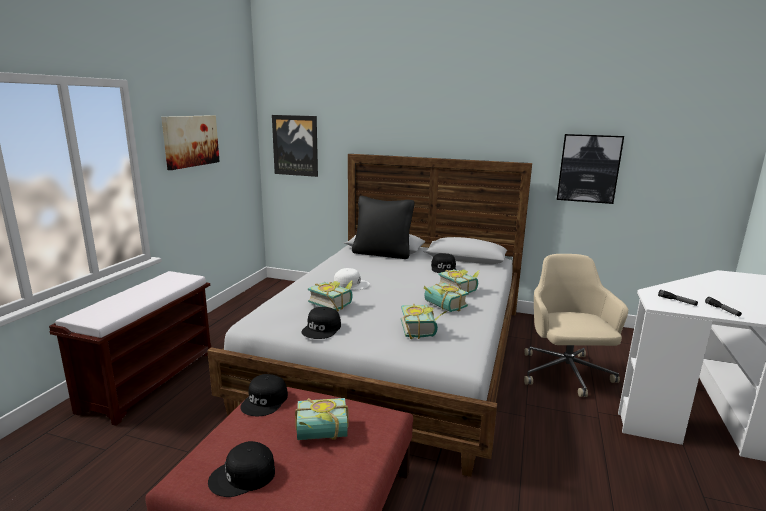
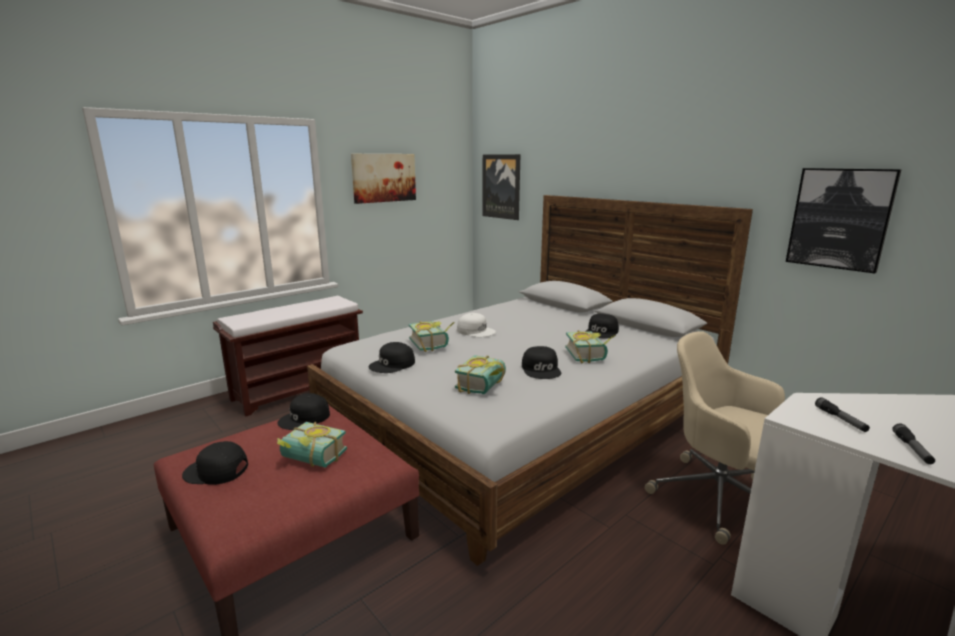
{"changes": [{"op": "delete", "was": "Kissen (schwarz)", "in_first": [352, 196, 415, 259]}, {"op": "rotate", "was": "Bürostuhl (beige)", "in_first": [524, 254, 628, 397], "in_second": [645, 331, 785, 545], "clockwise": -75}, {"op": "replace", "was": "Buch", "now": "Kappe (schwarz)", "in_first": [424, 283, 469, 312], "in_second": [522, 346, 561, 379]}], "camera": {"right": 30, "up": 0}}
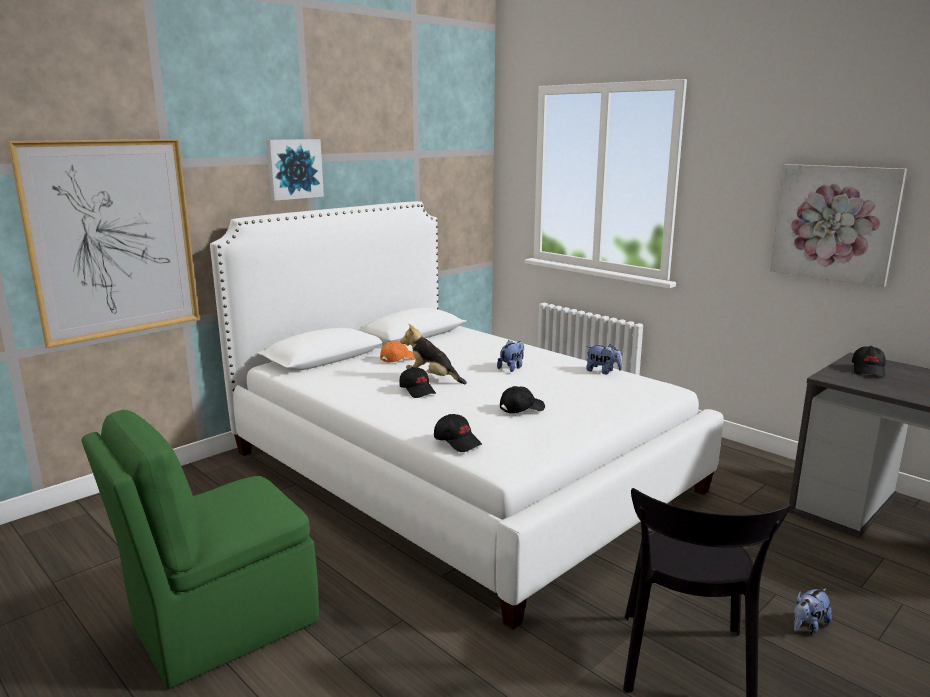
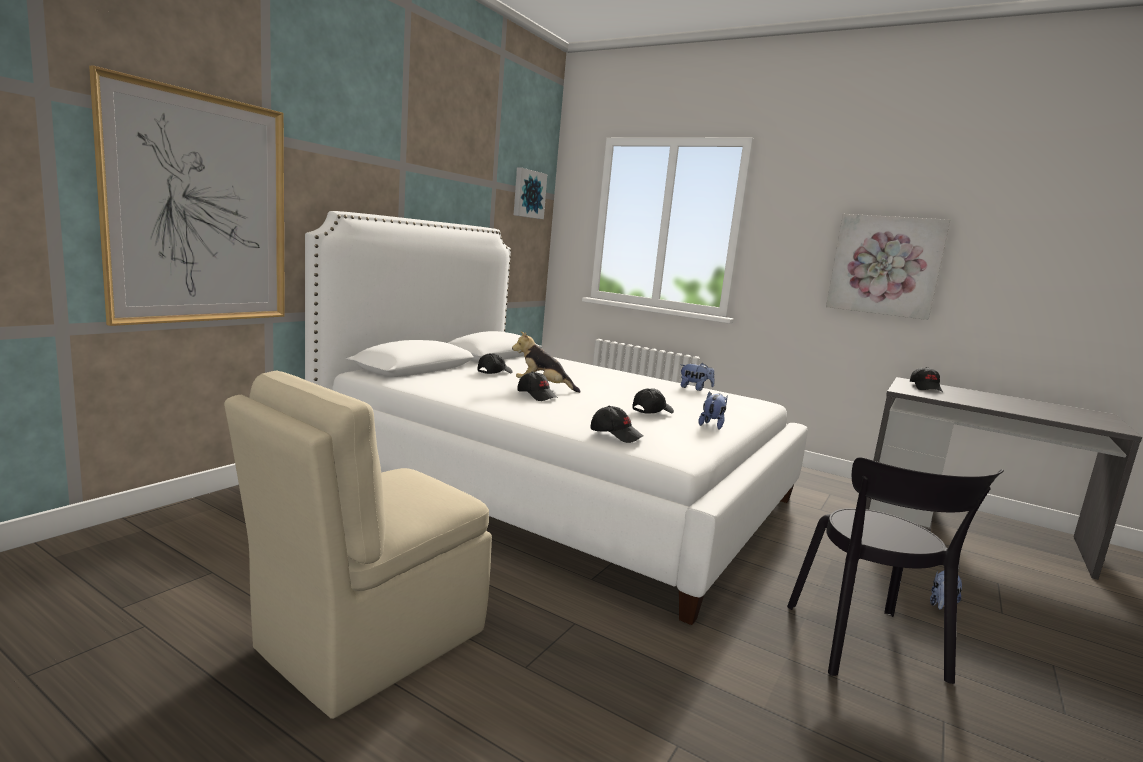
{"changes": [{"op": "move", "was": "Bild", "in_first": [266, 139, 324, 201], "in_second": [514, 167, 547, 219]}, {"op": "move", "was": "Plüschtier", "in_first": [497, 340, 524, 372], "in_second": [698, 391, 728, 429]}, {"op": "recolor", "was": "Kappe (orange)", "now": "Kappe (schwarz)", "in_first": [380, 341, 415, 362], "in_second": [478, 353, 513, 374]}, {"op": "recolor", "was": "Stuhl (grün)", "now": "Stuhl (beige)", "in_first": [82, 410, 319, 689], "in_second": [224, 371, 492, 719]}], "camera": {"right": -15, "up": -5}}
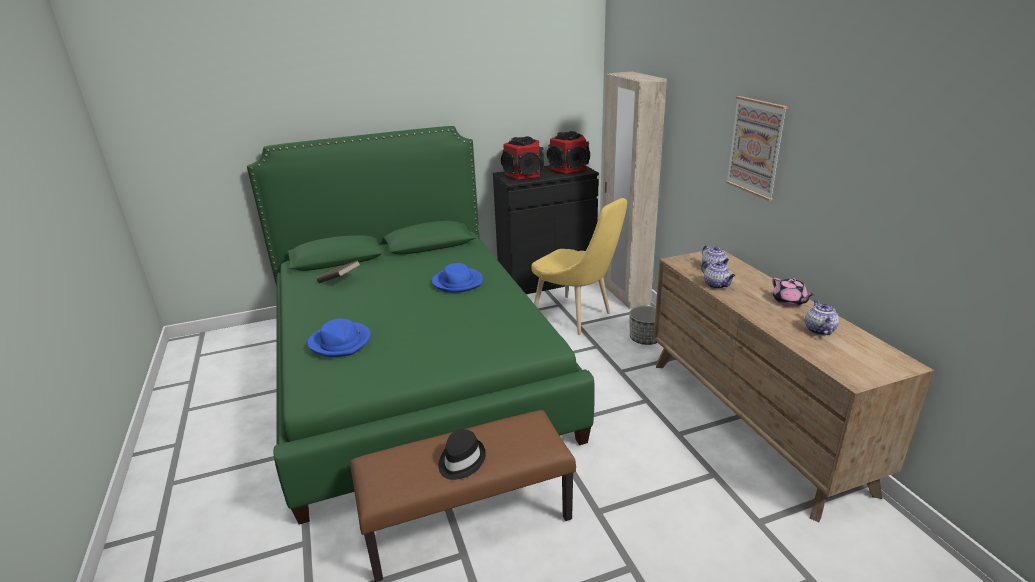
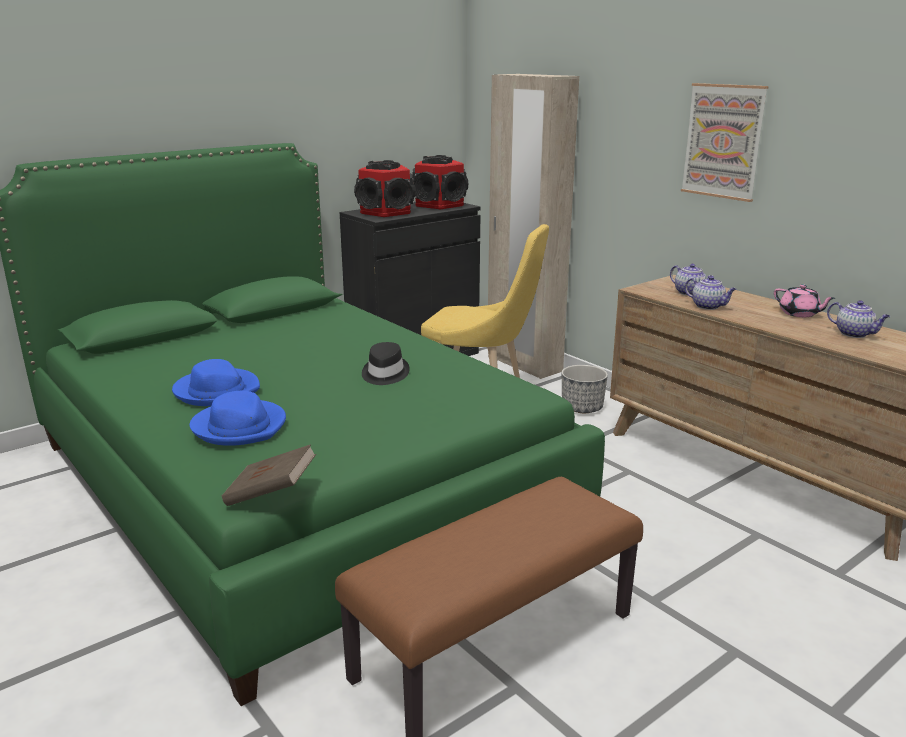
{"changes": [{"op": "move", "was": "Buch (braun)", "in_first": [317, 260, 360, 283], "in_second": [222, 444, 316, 506]}, {"op": "move", "was": "Hut (blau)", "in_first": [432, 263, 483, 293], "in_second": [172, 359, 260, 406]}, {"op": "rotate", "was": "Teekanne", "in_first": [805, 300, 839, 335], "in_second": [827, 300, 890, 338], "clockwise": 150}, {"op": "move", "was": "Hut (schwarz)", "in_first": [438, 429, 486, 480], "in_second": [362, 342, 410, 385]}], "camera": {"right": -20, "up": -5}}
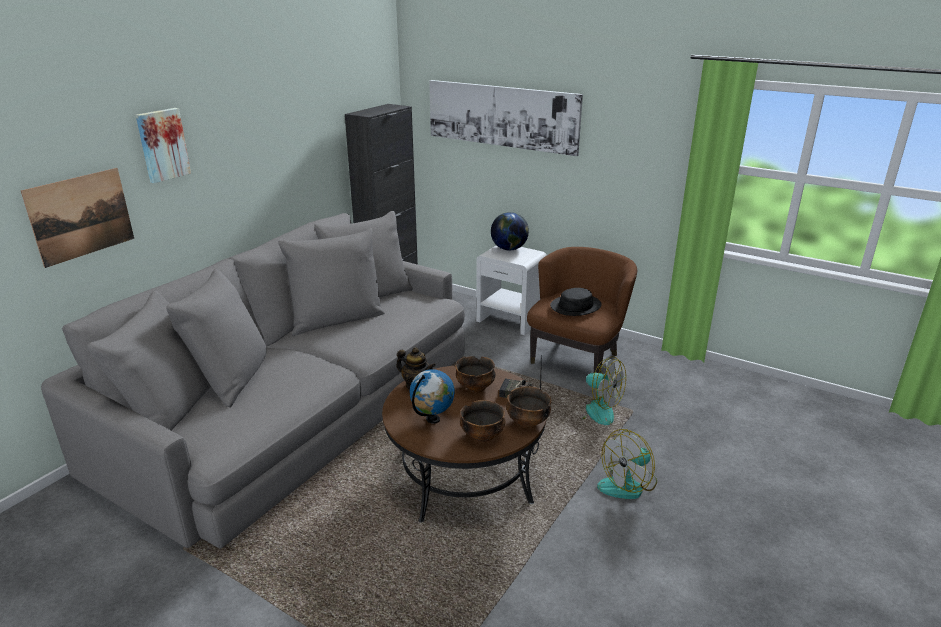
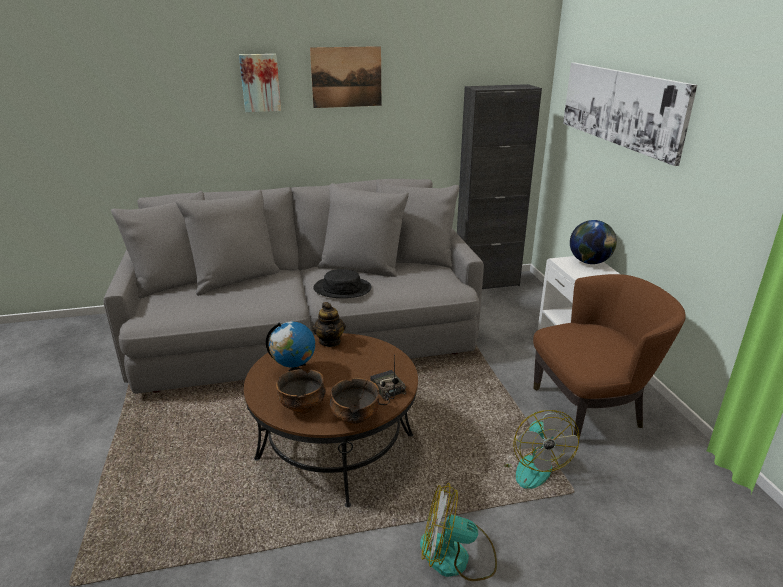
{"changes": [{"op": "move", "was": "Bild", "in_first": [21, 168, 134, 268], "in_second": [310, 46, 381, 108]}, {"op": "move", "was": "Hut (schwarz)", "in_first": [550, 288, 602, 316], "in_second": [313, 269, 371, 298]}, {"op": "delete", "was": "Schüssel", "in_first": [455, 356, 496, 392]}], "camera": {"right": 45, "up": 0}}
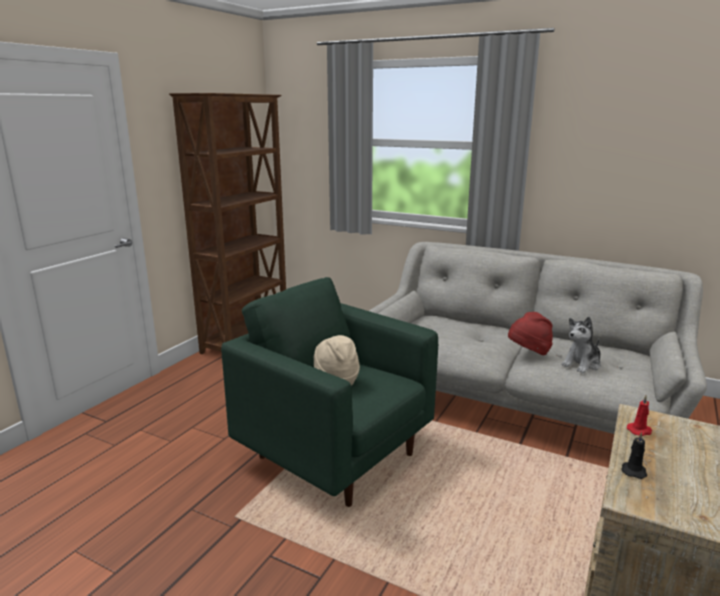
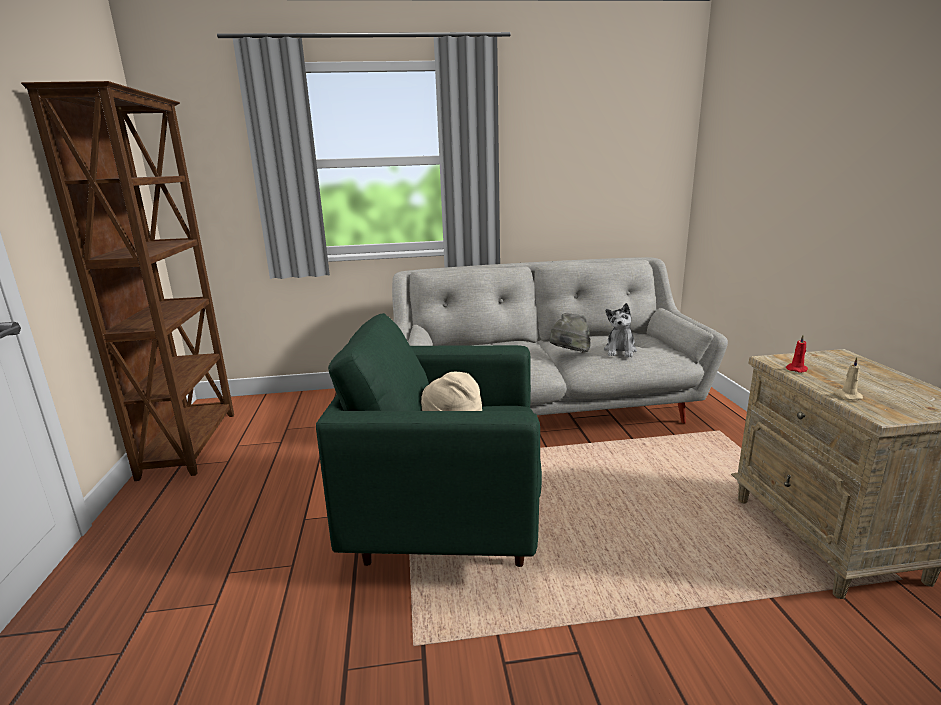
{"changes": [{"op": "recolor", "was": "Hut (rot)", "now": "Hut (grau)", "in_first": [508, 312, 553, 355], "in_second": [550, 313, 591, 352]}, {"op": "recolor", "was": "Kerze (schwarz)", "now": "Kerze (beige)", "in_first": [621, 432, 647, 479], "in_second": [835, 357, 863, 400]}], "camera": {"right": -35, "up": 0}}
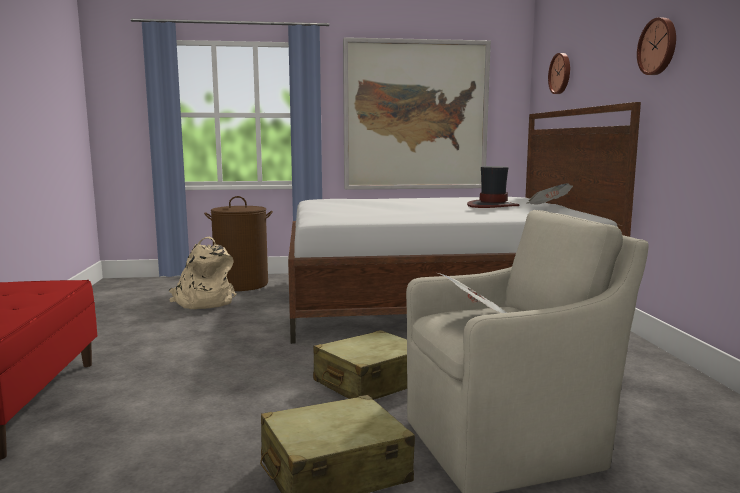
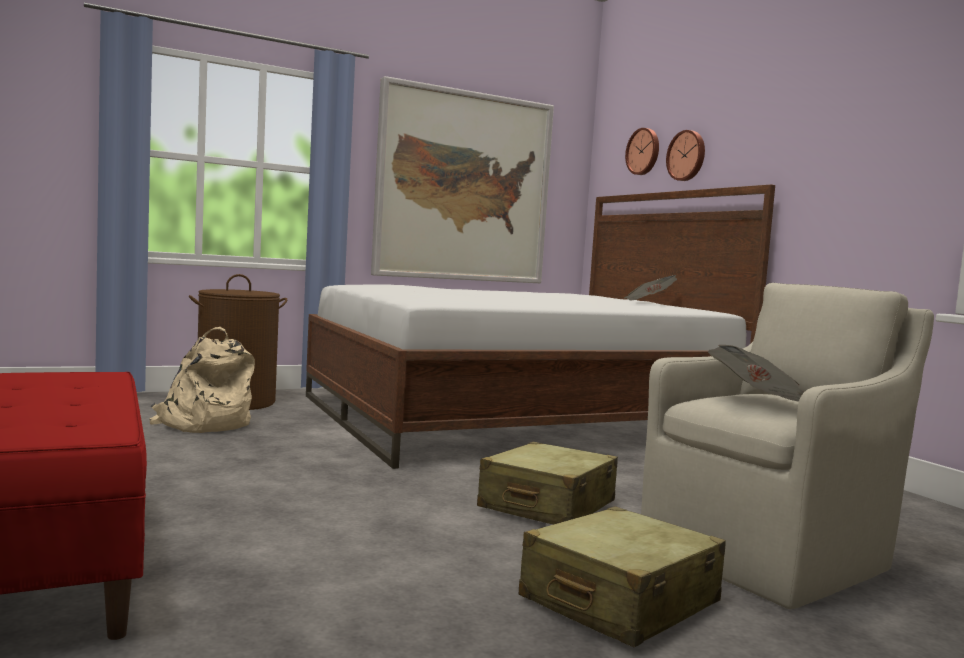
{"changes": [{"op": "move", "was": "Wanduhr", "in_first": [637, 17, 676, 75], "in_second": [666, 130, 705, 181]}, {"op": "delete", "was": "Hut", "in_first": [467, 166, 519, 208]}], "camera": {"right": -20, "up": -5}}
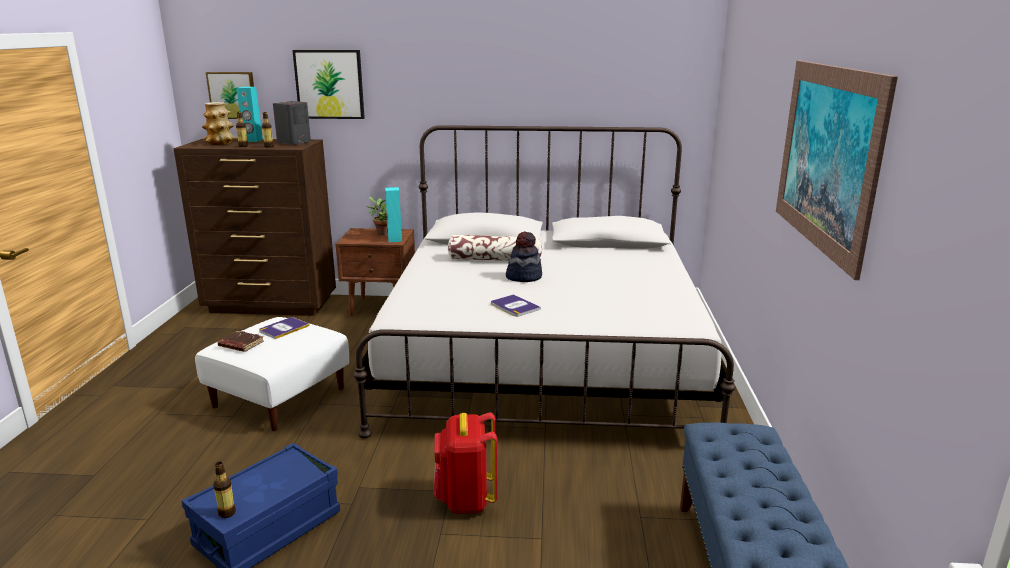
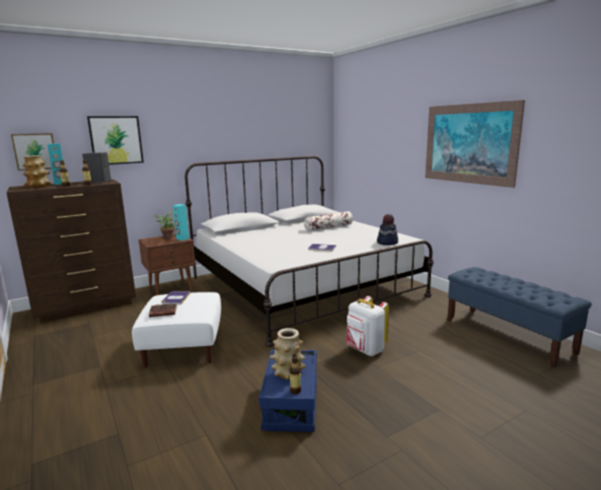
{"changes": [{"op": "move", "was": "Hut", "in_first": [506, 232, 542, 282], "in_second": [377, 214, 398, 245]}, {"op": "move", "was": "Kissen", "in_first": [448, 234, 542, 261], "in_second": [304, 211, 353, 231]}, {"op": "recolor", "was": "Rucksack (rot)", "now": "Rucksack (weiß)", "in_first": [433, 412, 498, 514], "in_second": [346, 296, 389, 356]}, {"op": "insert", "now": "Vase", "in_second": [270, 328, 306, 380]}], "camera": {"right": -35, "up": -5}}
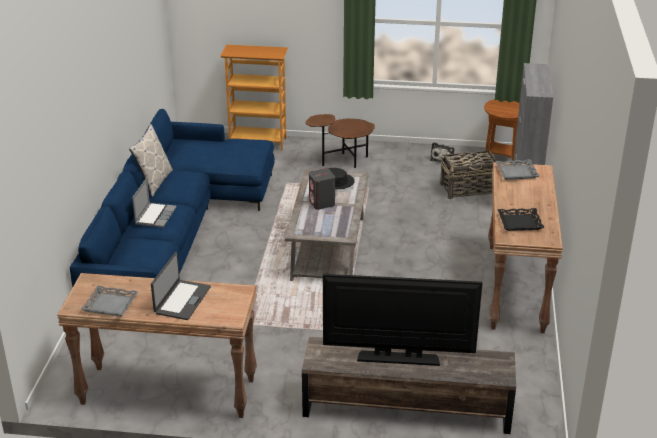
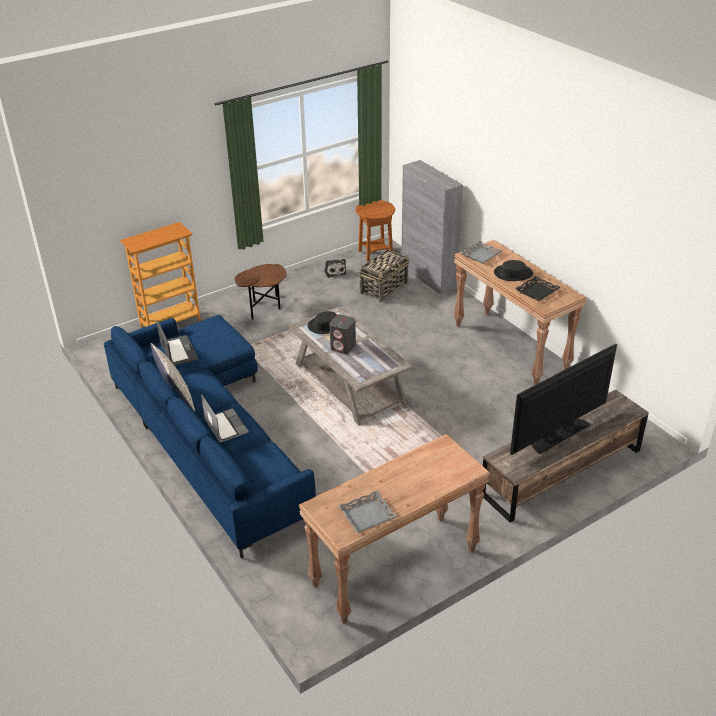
{"changes": [{"op": "move", "was": "Laptop", "in_first": [151, 252, 211, 320], "in_second": [156, 320, 198, 366]}, {"op": "insert", "now": "Hut (schwarz)", "in_second": [494, 260, 533, 281]}], "camera": {"right": -40, "up": 5}}
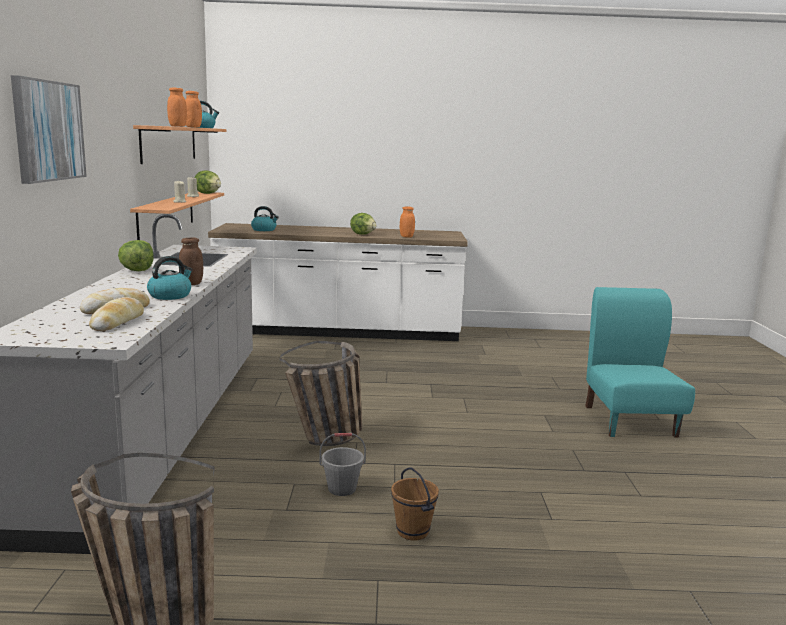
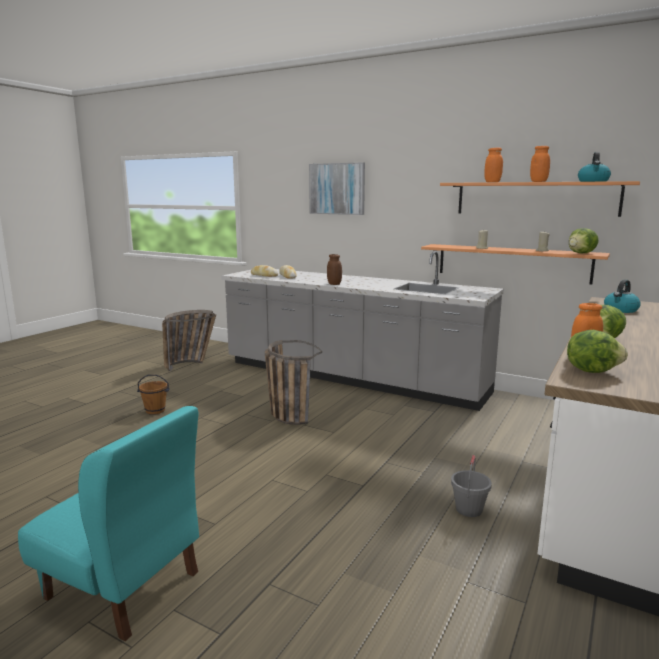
{"changes": [{"op": "move", "was": "Salatkopf", "in_first": [118, 240, 154, 271], "in_second": [567, 330, 628, 373]}, {"op": "delete", "was": "Wasserkessel", "in_first": [147, 256, 193, 300]}, {"op": "move", "was": "Eimer (grau)", "in_first": [319, 433, 366, 496], "in_second": [451, 455, 492, 517]}], "camera": {"right": 120, "up": 0}}
